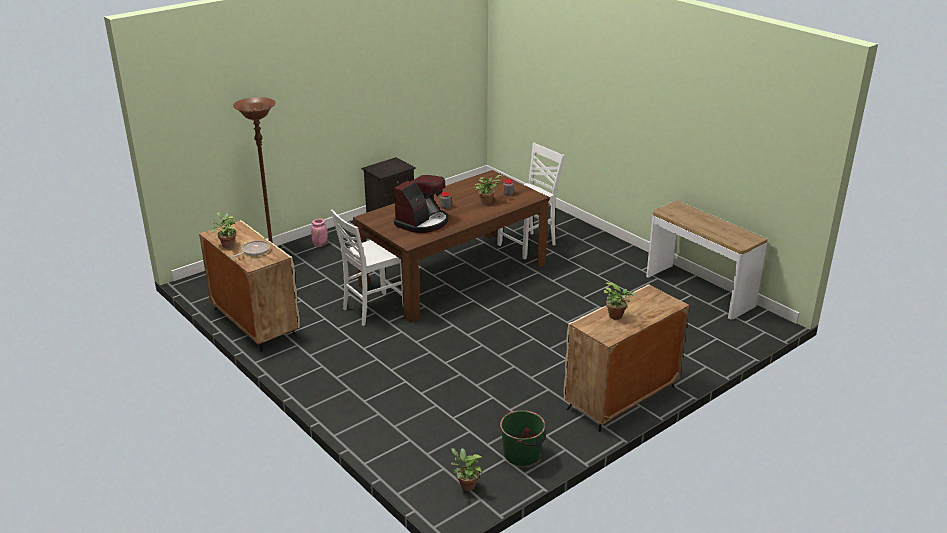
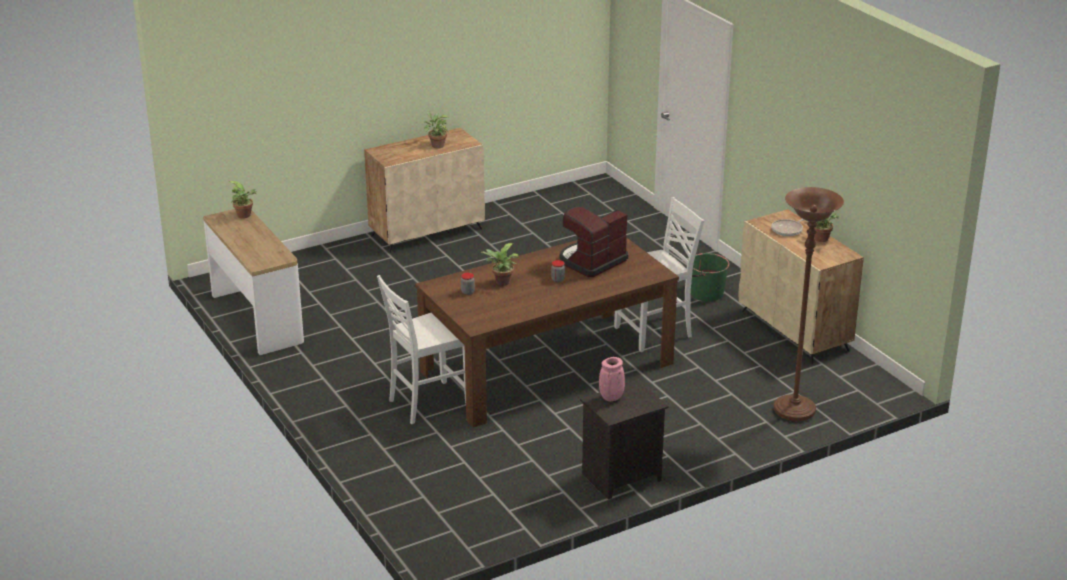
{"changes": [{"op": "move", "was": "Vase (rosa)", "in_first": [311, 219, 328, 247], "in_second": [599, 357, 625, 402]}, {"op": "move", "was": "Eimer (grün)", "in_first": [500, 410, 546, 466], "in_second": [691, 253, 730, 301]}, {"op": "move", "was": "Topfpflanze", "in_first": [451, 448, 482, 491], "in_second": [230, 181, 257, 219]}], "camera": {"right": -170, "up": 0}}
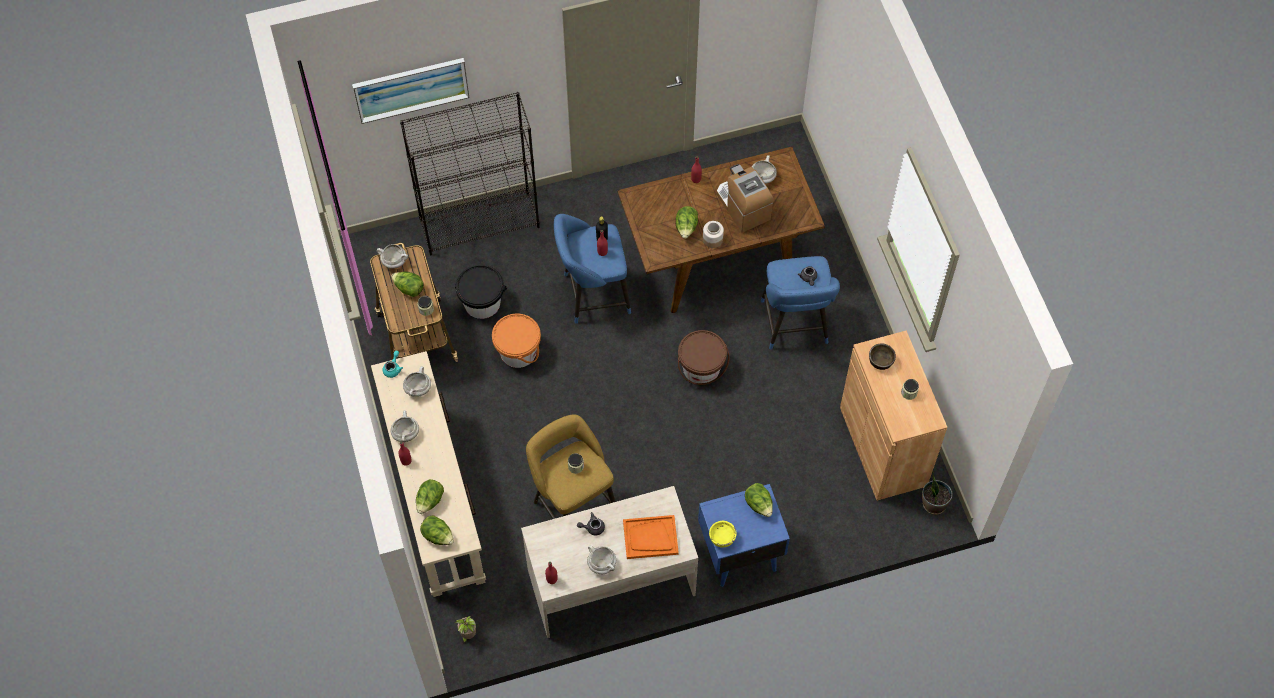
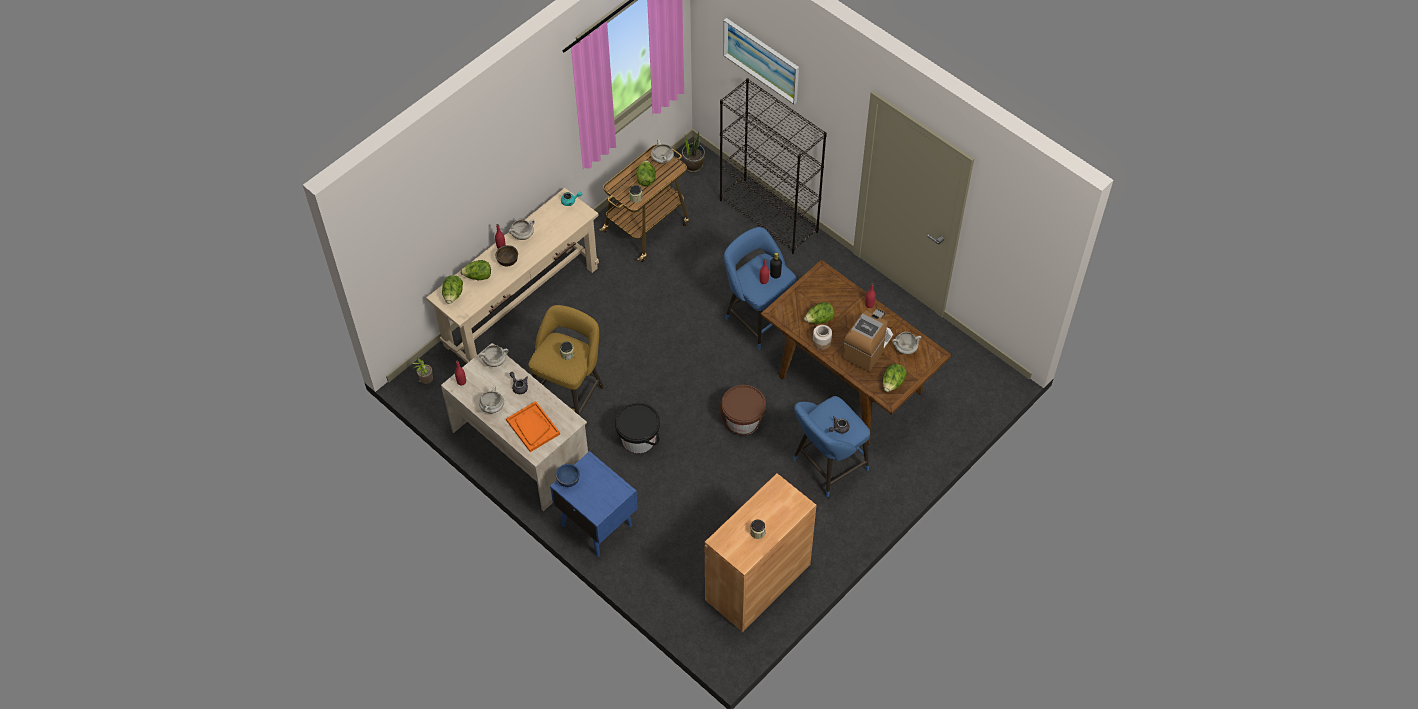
{"changes": [{"op": "move", "was": "Eimer (schwarz)", "in_first": [455, 265, 507, 319], "in_second": [615, 403, 660, 453]}, {"op": "delete", "was": "Eimer (orange)", "in_first": [492, 313, 541, 368]}, {"op": "move", "was": "Schüssel (braun)", "in_first": [869, 344, 896, 370], "in_second": [496, 245, 518, 266]}, {"op": "move", "was": "Kochtopf (weiß)", "in_first": [403, 366, 431, 397], "in_second": [479, 345, 508, 367]}, {"op": "move", "was": "Topfpflanze", "in_first": [922, 472, 953, 515], "in_second": [682, 131, 705, 173]}, {"op": "move", "was": "Salatkopf", "in_first": [745, 483, 773, 517], "in_second": [883, 364, 907, 392]}, {"op": "recolor", "was": "Schüssel (gelb)", "now": "Schüssel (blau)", "in_first": [709, 521, 736, 548], "in_second": [556, 464, 580, 487]}], "camera": {"right": 60, "up": -5}}
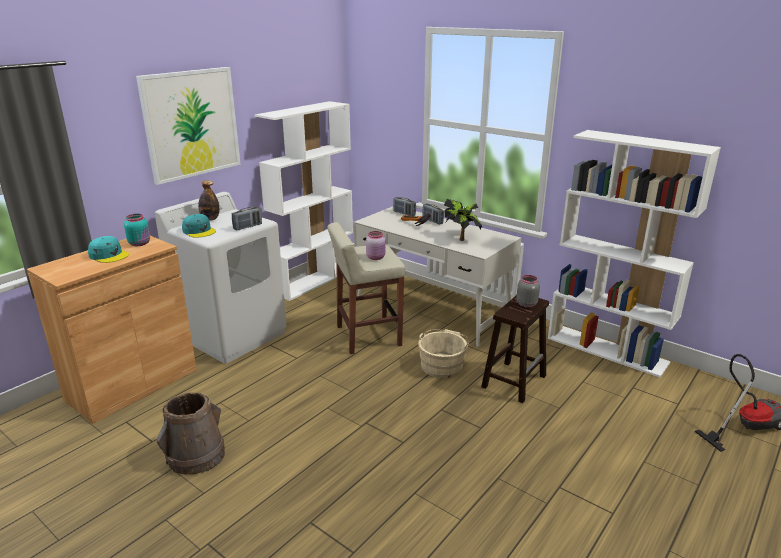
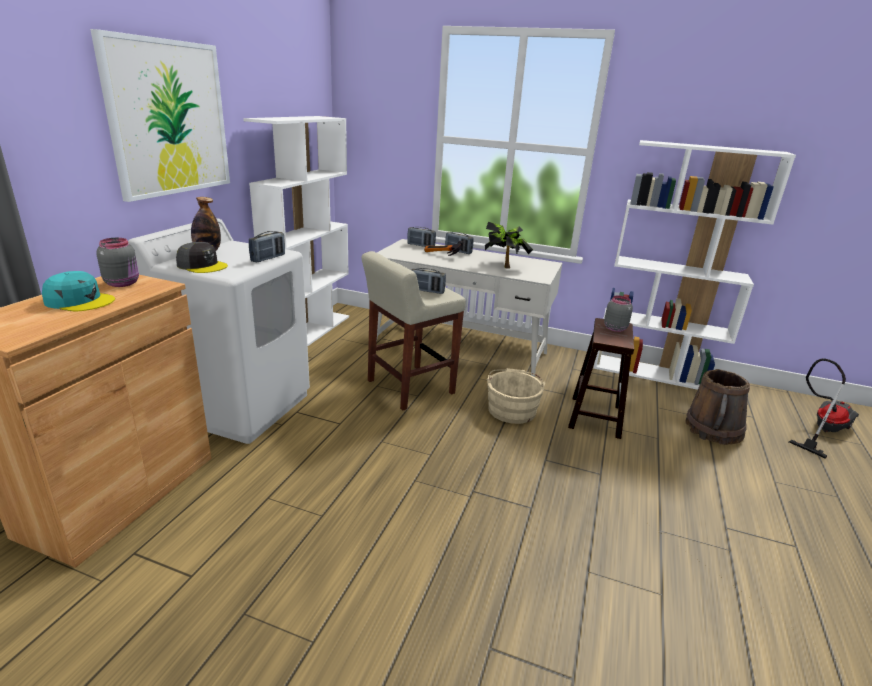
{"changes": [{"op": "recolor", "was": "Vorratsglas (türkis)", "now": "Vorratsglas (grau)", "in_first": [124, 214, 150, 246], "in_second": [97, 238, 139, 287]}, {"op": "recolor", "was": "Kappe (türkis)", "now": "Kappe (grau)", "in_first": [182, 214, 216, 237], "in_second": [176, 242, 228, 273]}, {"op": "replace", "was": "Vorratsglas (rosa)", "now": "Radio", "in_first": [366, 231, 385, 260], "in_second": [412, 268, 446, 294]}, {"op": "move", "was": "Eimer (braun)", "in_first": [157, 392, 225, 475], "in_second": [685, 369, 750, 445]}], "camera": {"right": -20, "up": 0}}
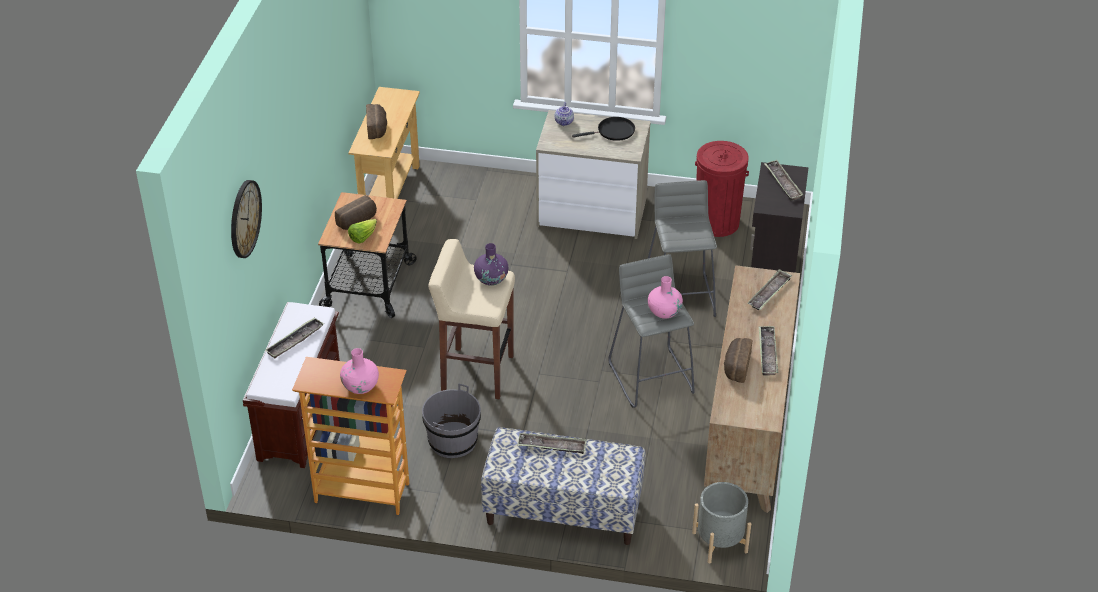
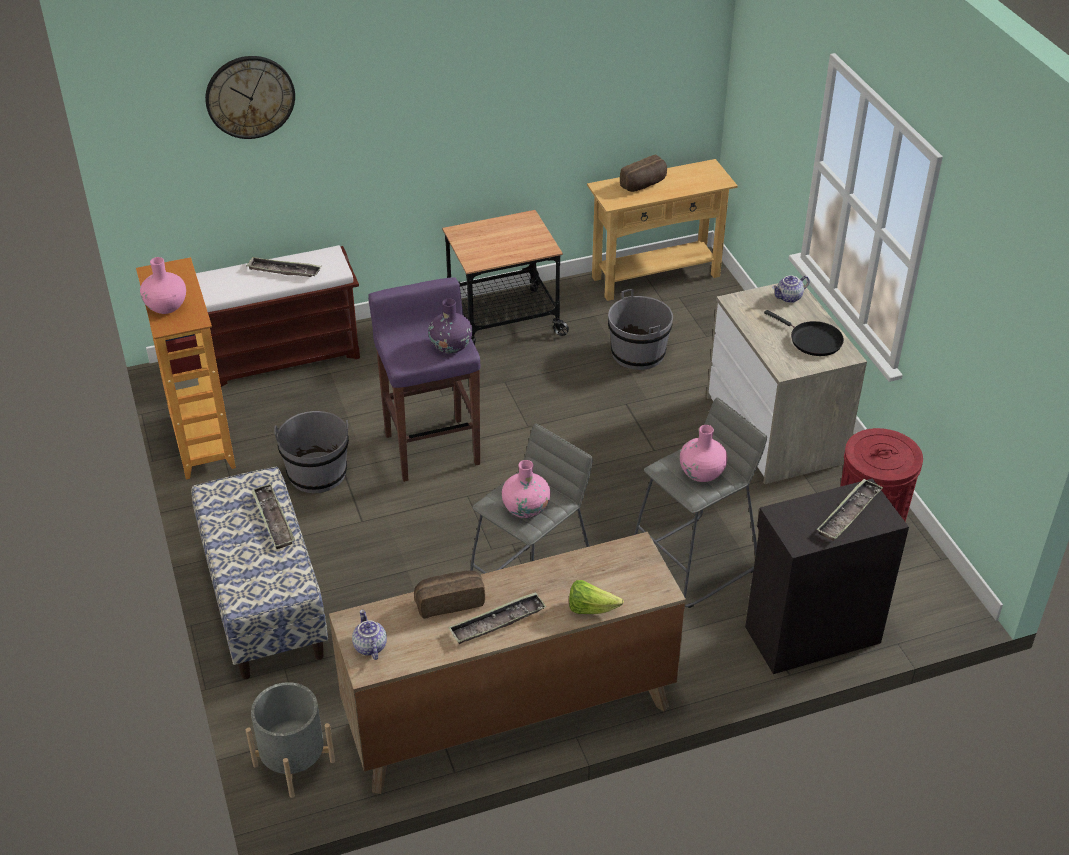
{"changes": [{"op": "delete", "was": "Brot", "in_first": [335, 195, 377, 230]}, {"op": "move", "was": "Salatkopf", "in_first": [348, 219, 377, 244], "in_second": [569, 580, 624, 614]}, {"op": "recolor", "was": "Hocker (beige)", "now": "Hocker (lila)", "in_first": [428, 239, 515, 399], "in_second": [368, 277, 480, 482]}, {"op": "delete", "was": "Tablett", "in_first": [748, 269, 792, 310]}, {"op": "insert", "now": "Eimer (grau)", "in_second": [608, 289, 673, 370]}, {"op": "insert", "now": "Vase (rosa)", "in_second": [680, 425, 728, 482]}, {"op": "insert", "now": "Teekanne", "in_second": [352, 610, 387, 660]}], "camera": {"right": 60, "up": 0}}
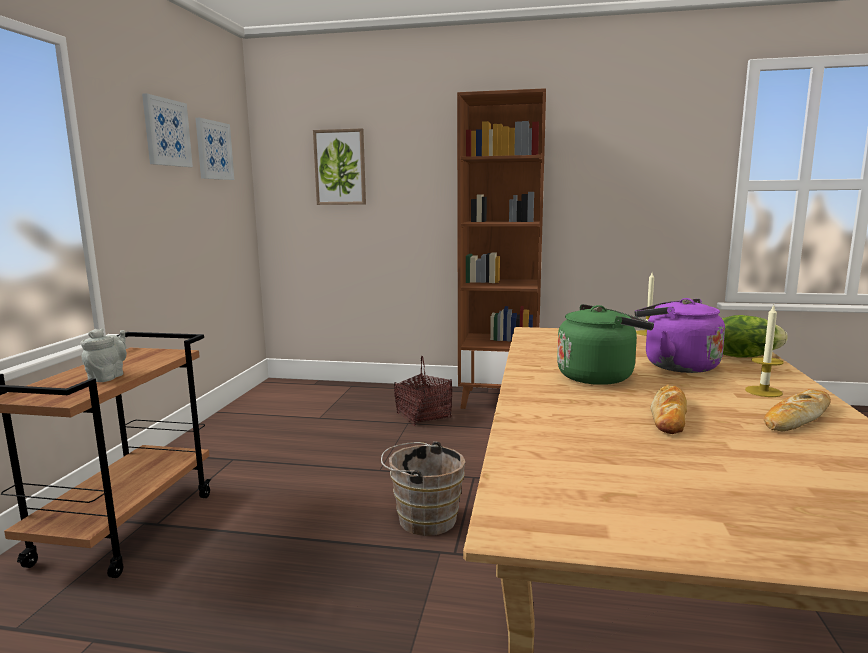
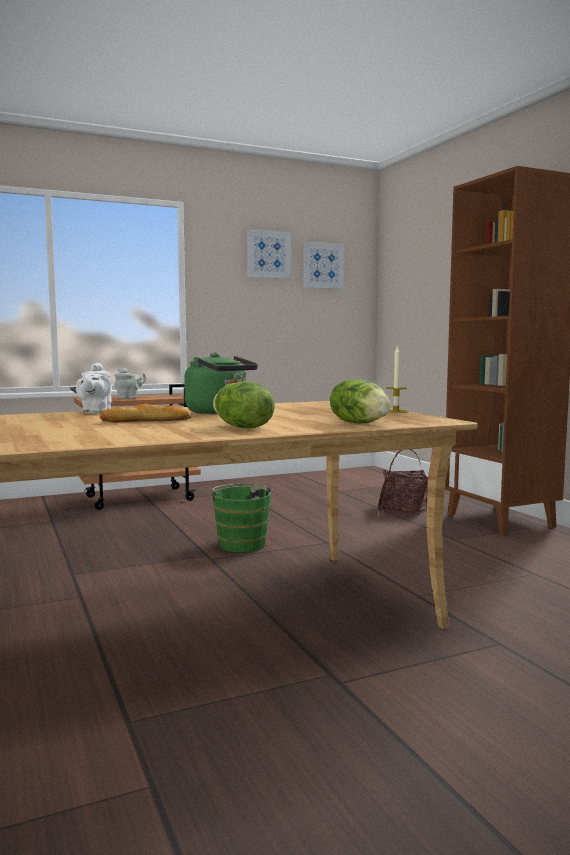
{"changes": [{"op": "delete", "was": "Bild", "in_first": [313, 128, 366, 205]}, {"op": "delete", "was": "Wasserkessel (lila)", "in_first": [635, 298, 725, 373]}, {"op": "replace", "was": "Kerze", "now": "Salatkopf", "in_first": [745, 305, 784, 397], "in_second": [213, 381, 275, 429]}, {"op": "delete", "was": "Brot", "in_first": [764, 389, 831, 432]}, {"op": "recolor", "was": "Eimer (braun)", "now": "Eimer (grün)", "in_first": [381, 442, 465, 536], "in_second": [210, 484, 273, 552]}, {"op": "insert", "now": "Teekanne (weiß)", "in_second": [76, 363, 112, 414]}], "camera": {"right": 55, "up": -5}}
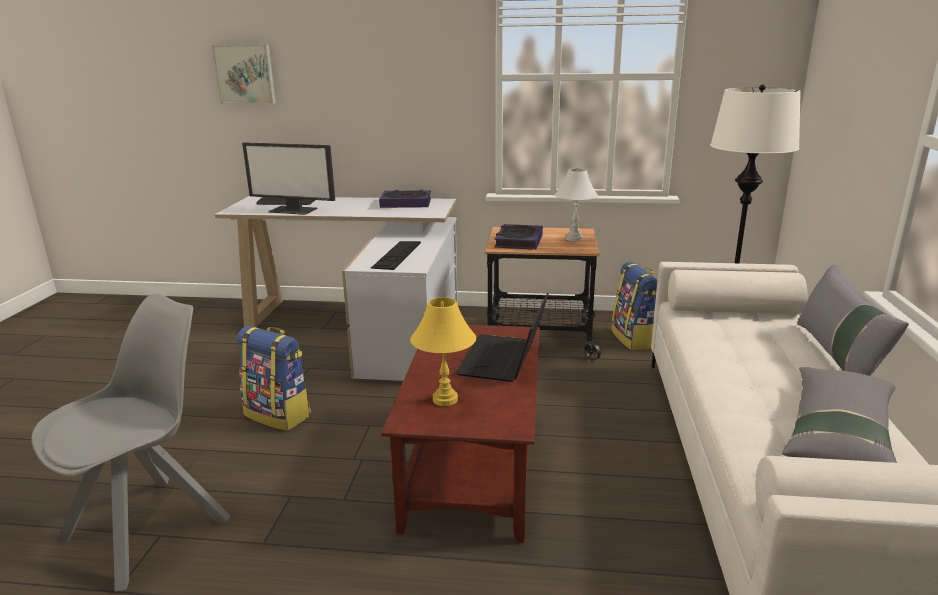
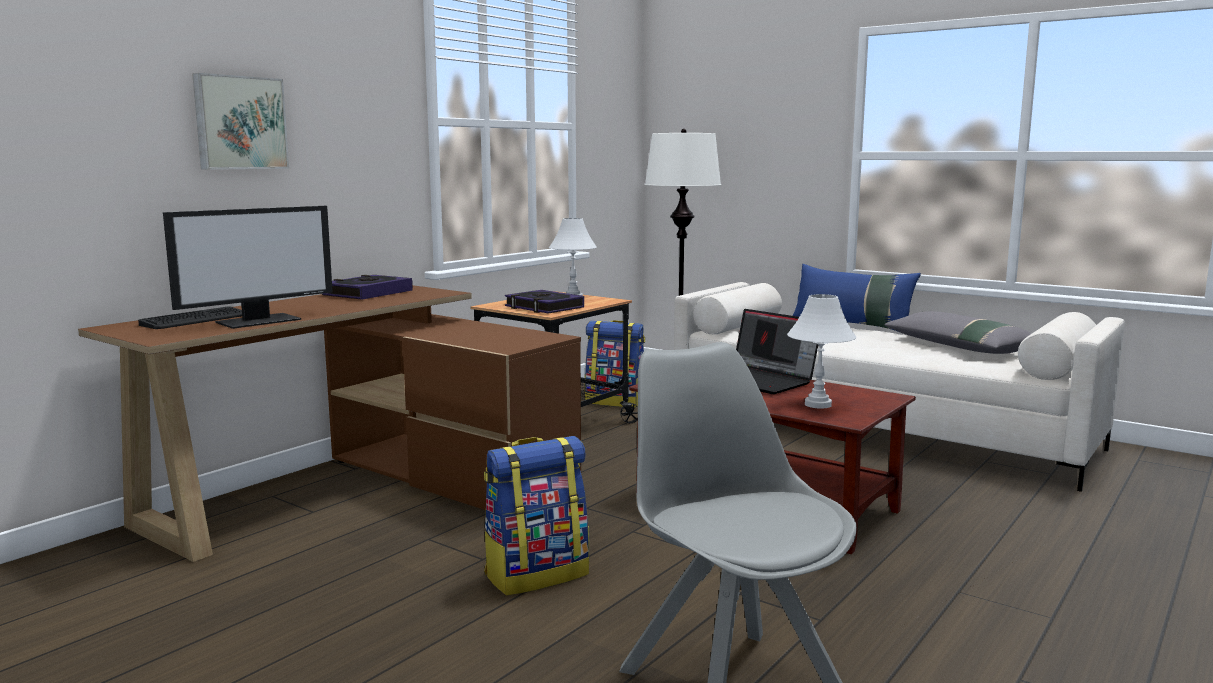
{"changes": [{"op": "move", "was": "Bild", "in_first": [212, 44, 276, 104], "in_second": [192, 73, 289, 170]}, {"op": "recolor", "was": "Schreibtisch (weiß)", "now": "Schreibtisch (braun)", "in_first": [215, 196, 458, 381], "in_second": [78, 285, 581, 562]}, {"op": "delete", "was": "Tastatur", "in_first": [371, 241, 421, 270]}, {"op": "recolor", "was": "Kissen (grau)", "now": "Kissen (blau)", "in_first": [797, 265, 909, 376], "in_second": [793, 264, 921, 333]}, {"op": "recolor", "was": "Tischlampe (gelb)", "now": "Tischlampe (weiß)", "in_first": [410, 297, 476, 406], "in_second": [787, 294, 856, 409]}], "camera": {"right": -60, "up": -10}}
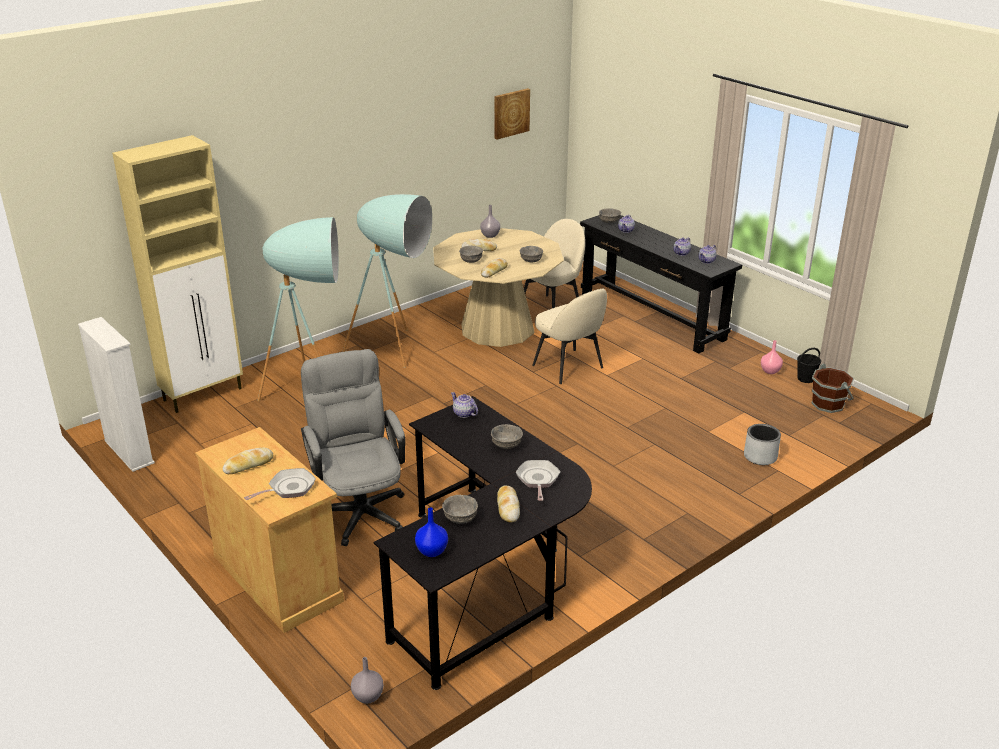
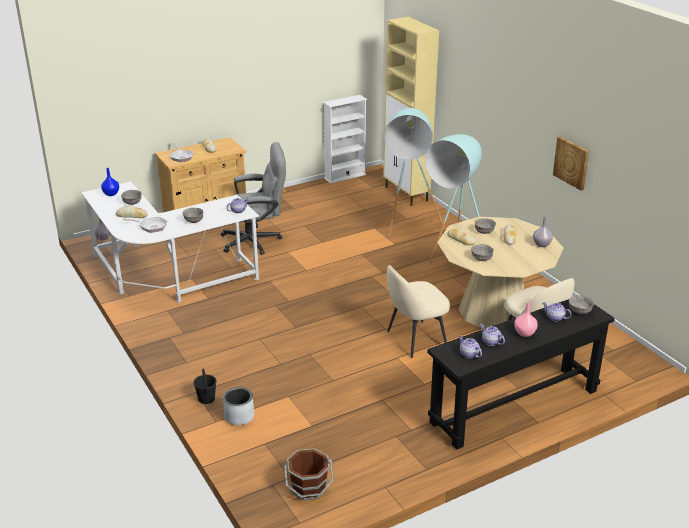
{"changes": [{"op": "move", "was": "Bild", "in_first": [495, 88, 530, 140], "in_second": [553, 136, 589, 191]}, {"op": "move", "was": "Vase (rosa)", "in_first": [761, 340, 783, 374], "in_second": [514, 302, 538, 337]}, {"op": "move", "was": "Eimer (schwarz)", "in_first": [797, 348, 821, 383], "in_second": [194, 368, 217, 404]}, {"op": "recolor", "was": "Schreibtisch (schwarz)", "now": "Schreibtisch (weiß)", "in_first": [374, 396, 592, 690], "in_second": [81, 182, 260, 303]}], "camera": {"right": 100, "up": 0}}
